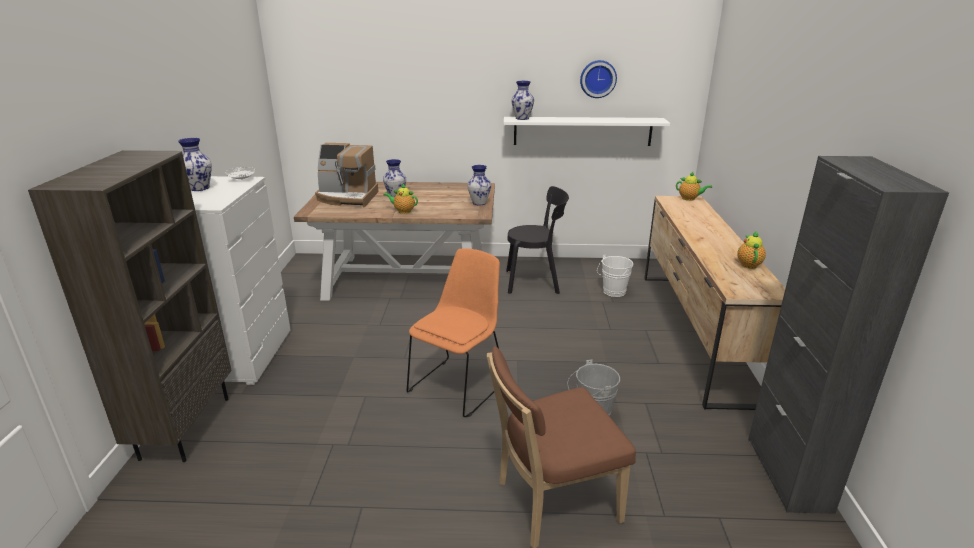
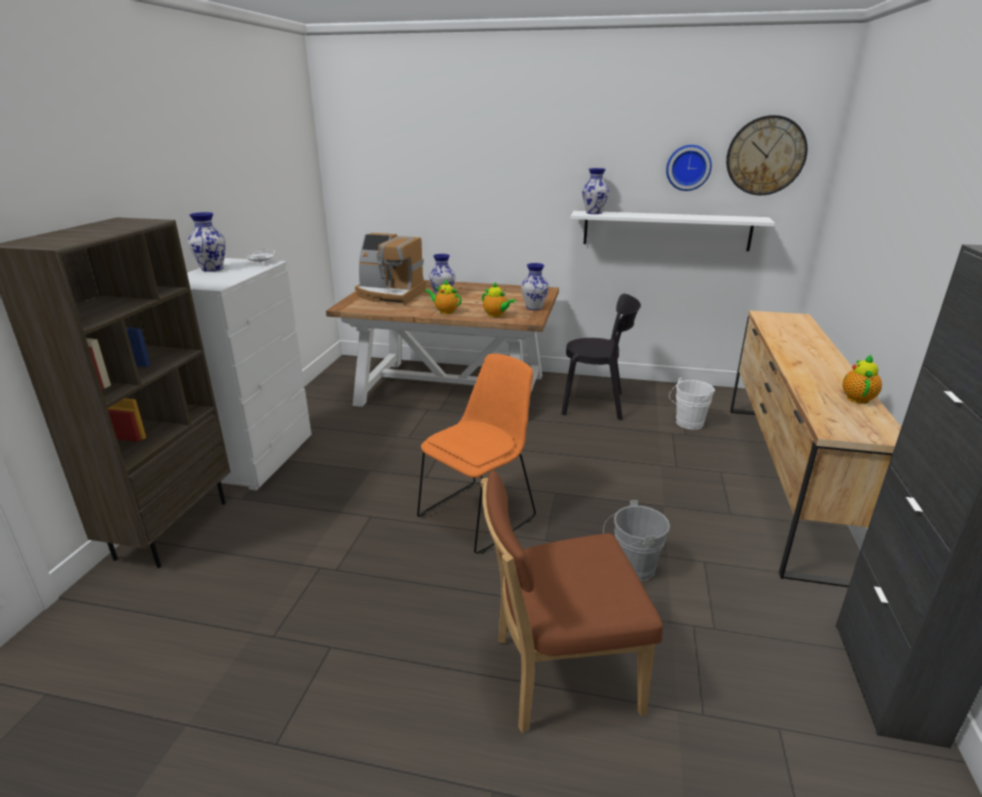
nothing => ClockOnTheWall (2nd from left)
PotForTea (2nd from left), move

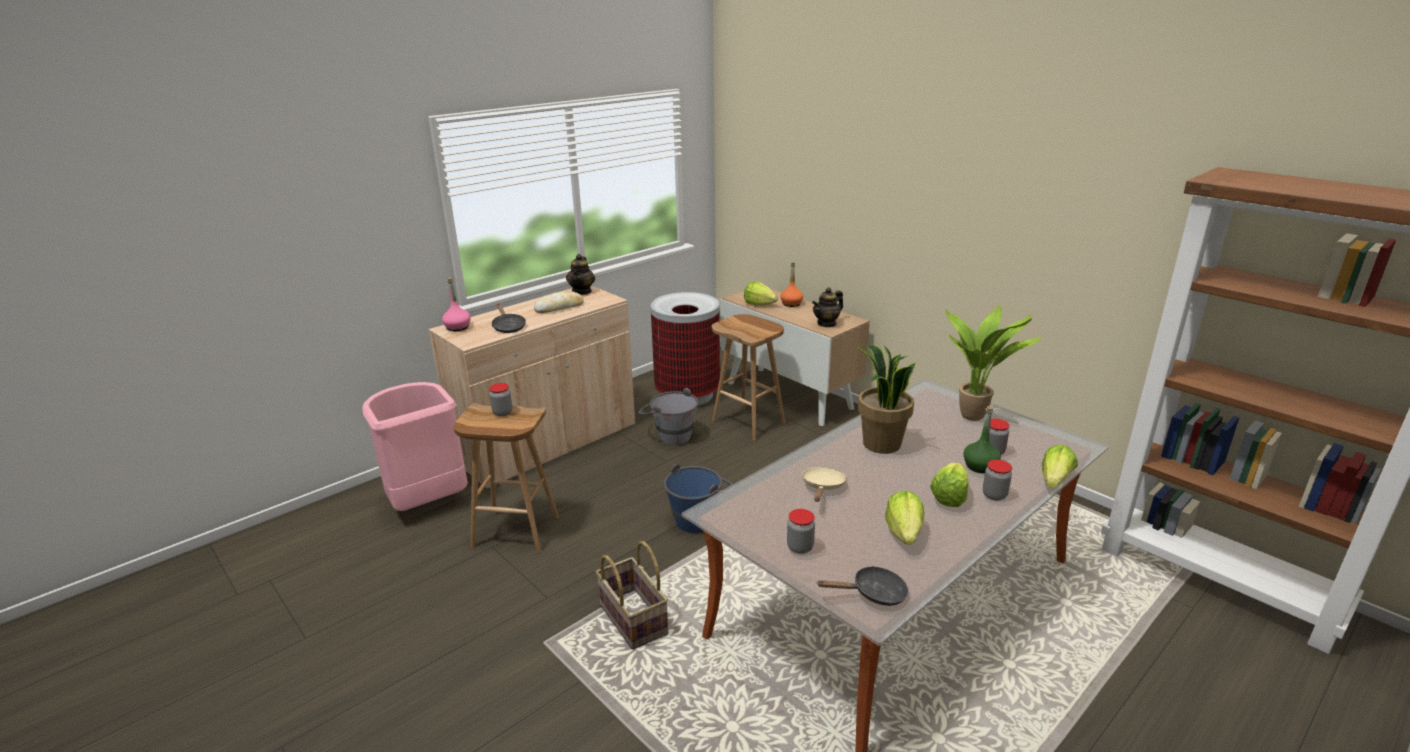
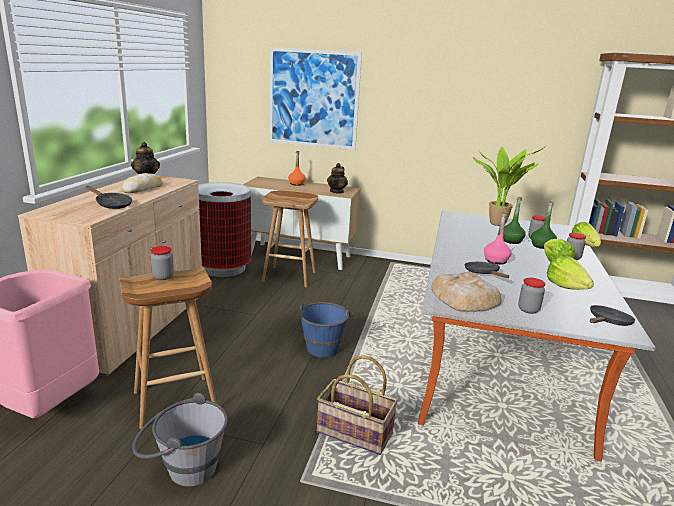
LettuceHead (1st from left) => nothing
PlantInAPot (1st from left) => nothing
nothing => WallArt
nothing => BakedBread (2nd from left)
nothing => GreenishDrinkBottle (1st from left)
PinkColouredDrinkBottle, move
GreyPail, move
BeigeColouredPan => BlackishPan (2nd from left)

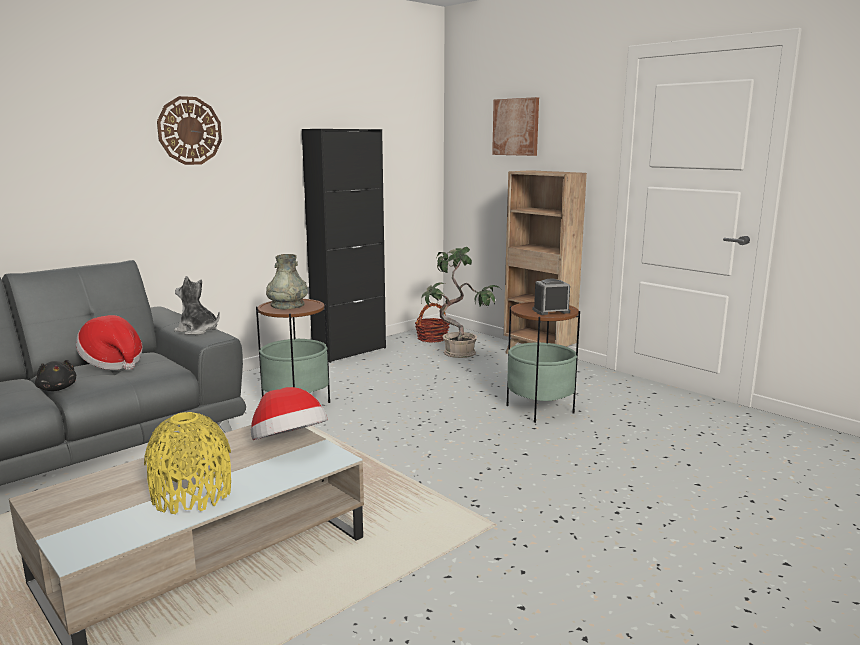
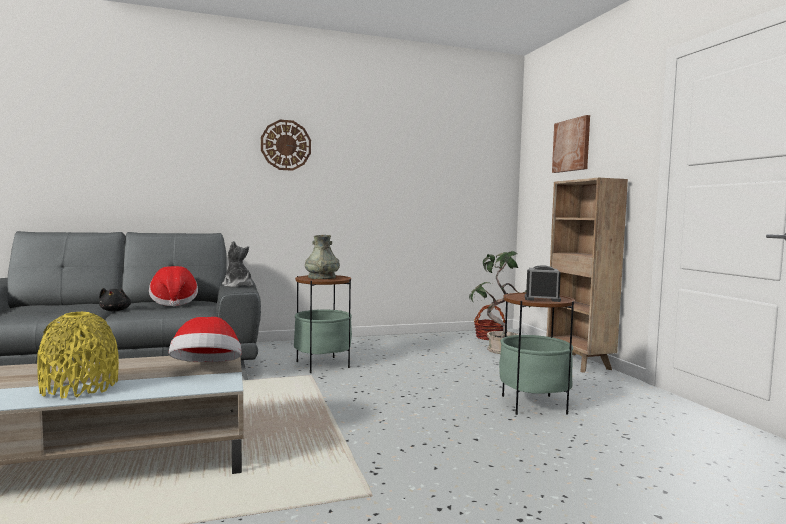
BlackishStorageCabinet => nothing

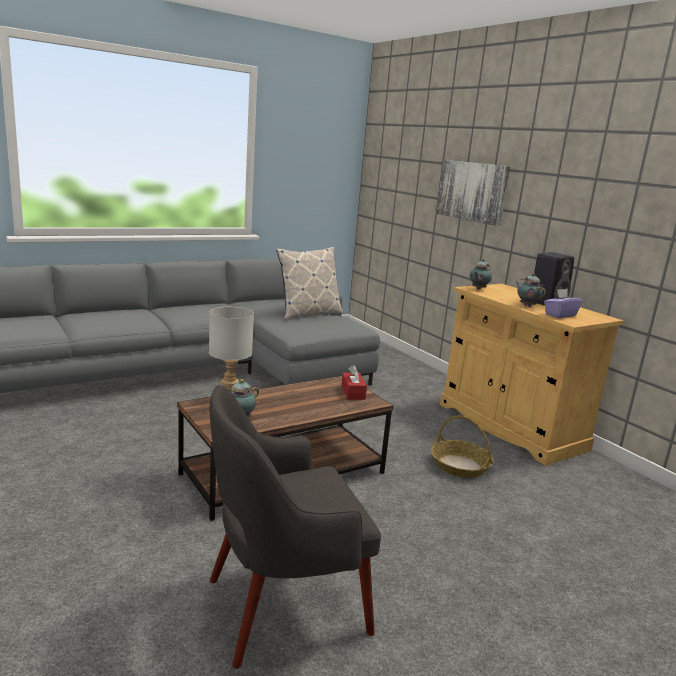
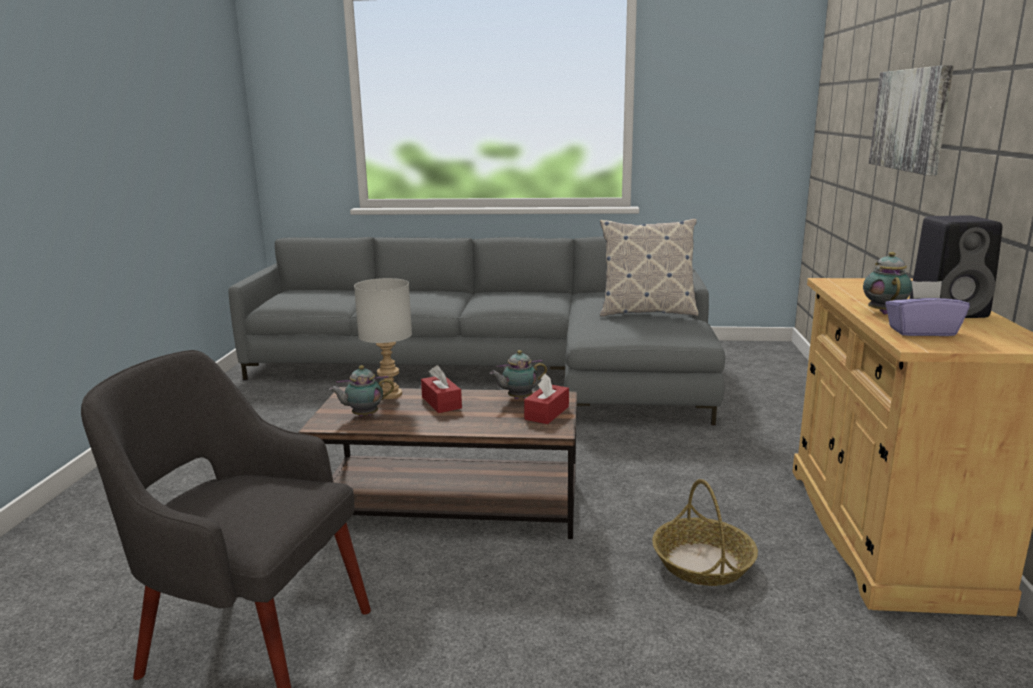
nothing => RedColouredBoxOfTissues (1st from left)
PotForTea (2nd from left), move

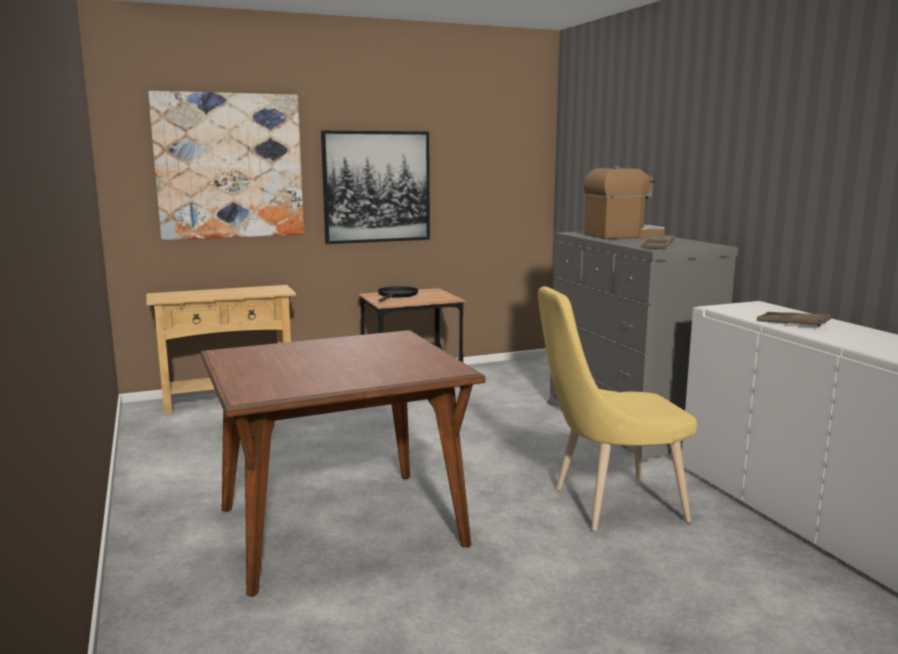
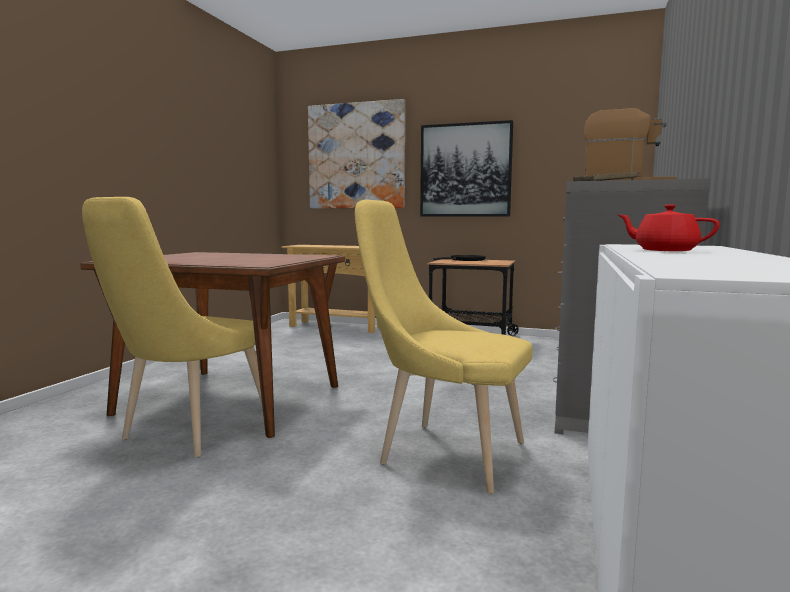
nothing => YellowishUprightChair (1st from left)
BrownCarryingTray (2nd from left) => RedColouredPotForTea

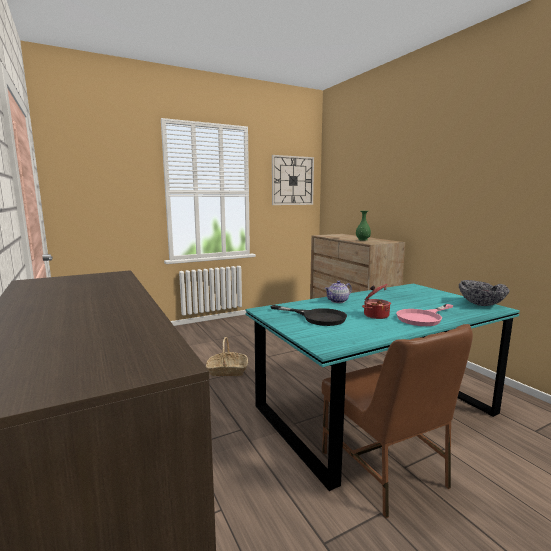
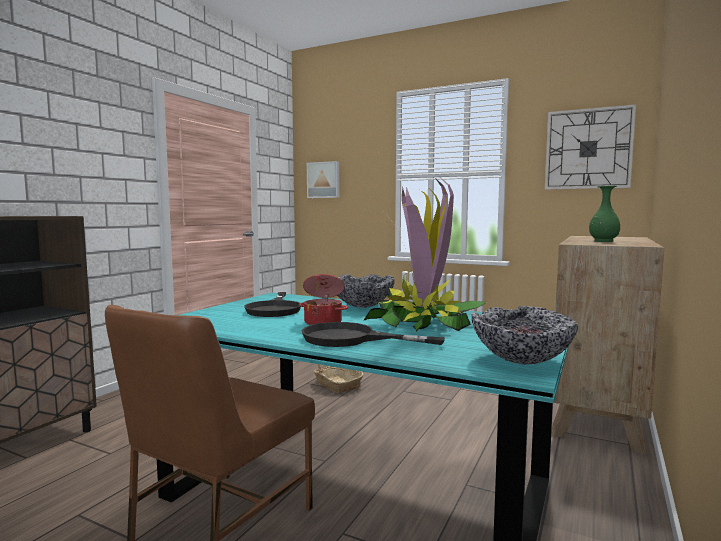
nothing => WallArt
nothing => PlantInAPot
PotForTea => DeepDish (1st from left)
PinkColouredPan => BlackishPan (2nd from left)

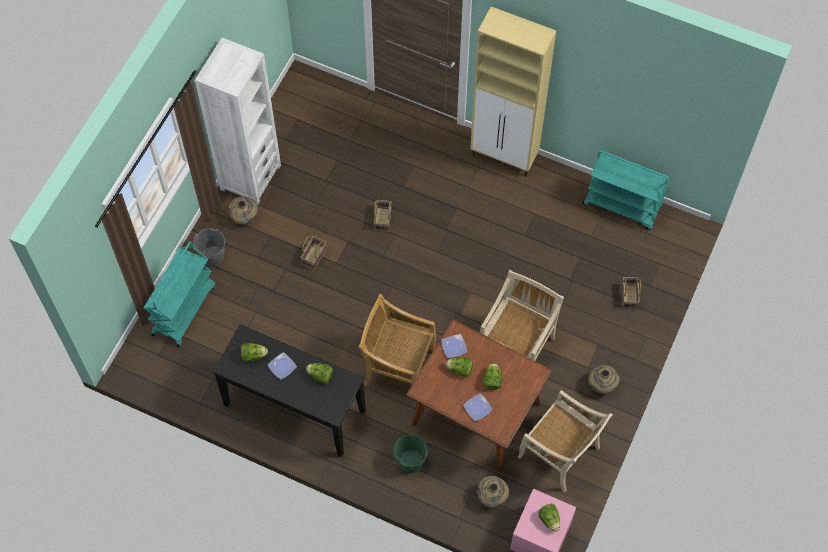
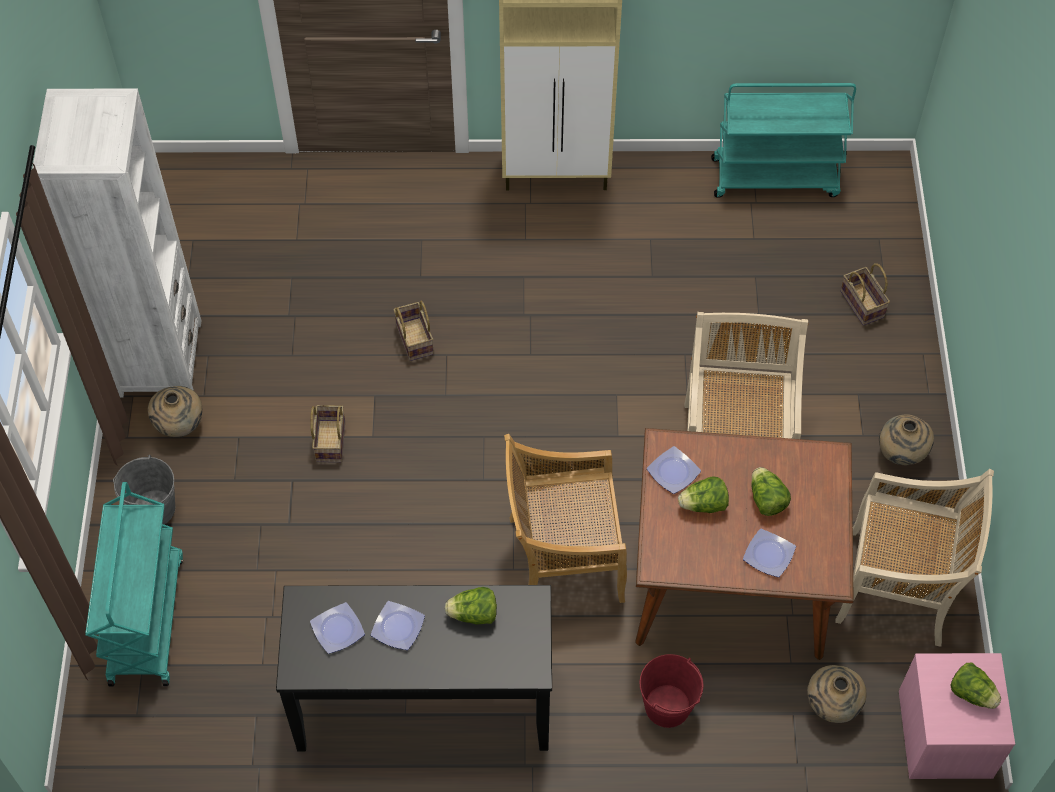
LettuceHead (1st from left) => Plate (1st from left)
GreenishPail => RedColouredPail

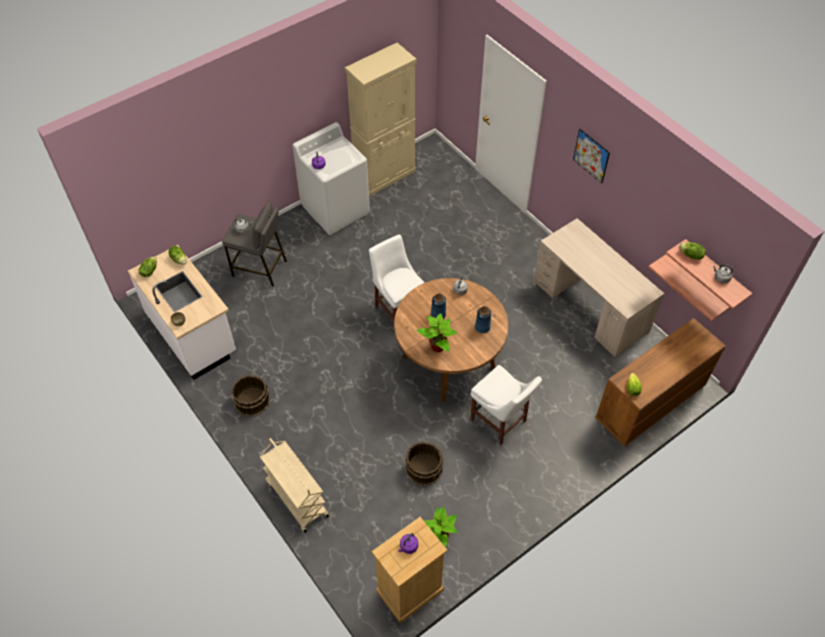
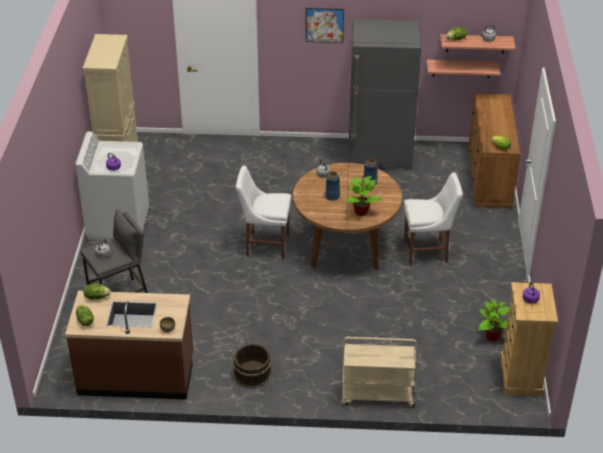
BrownPail (2nd from left) => nothing
BeigeColouredDeskTable => GreyRefrigerator
WhiteKitchenCounter => BrownKitchenCounter

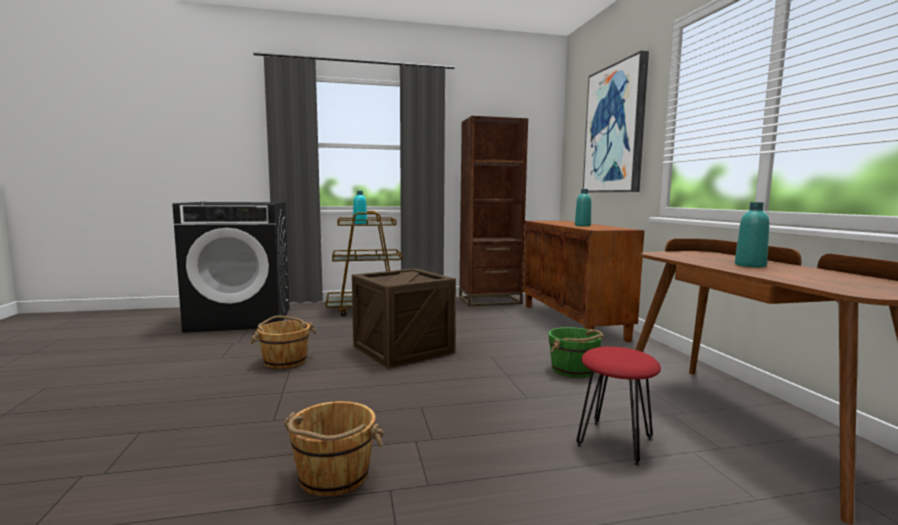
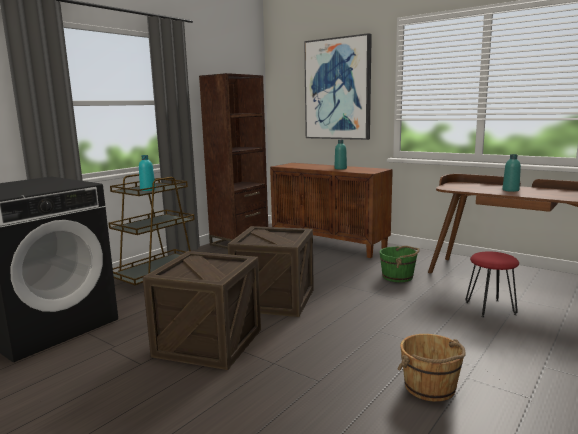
BrownPail (1st from left) => PackingCrate (1st from left)

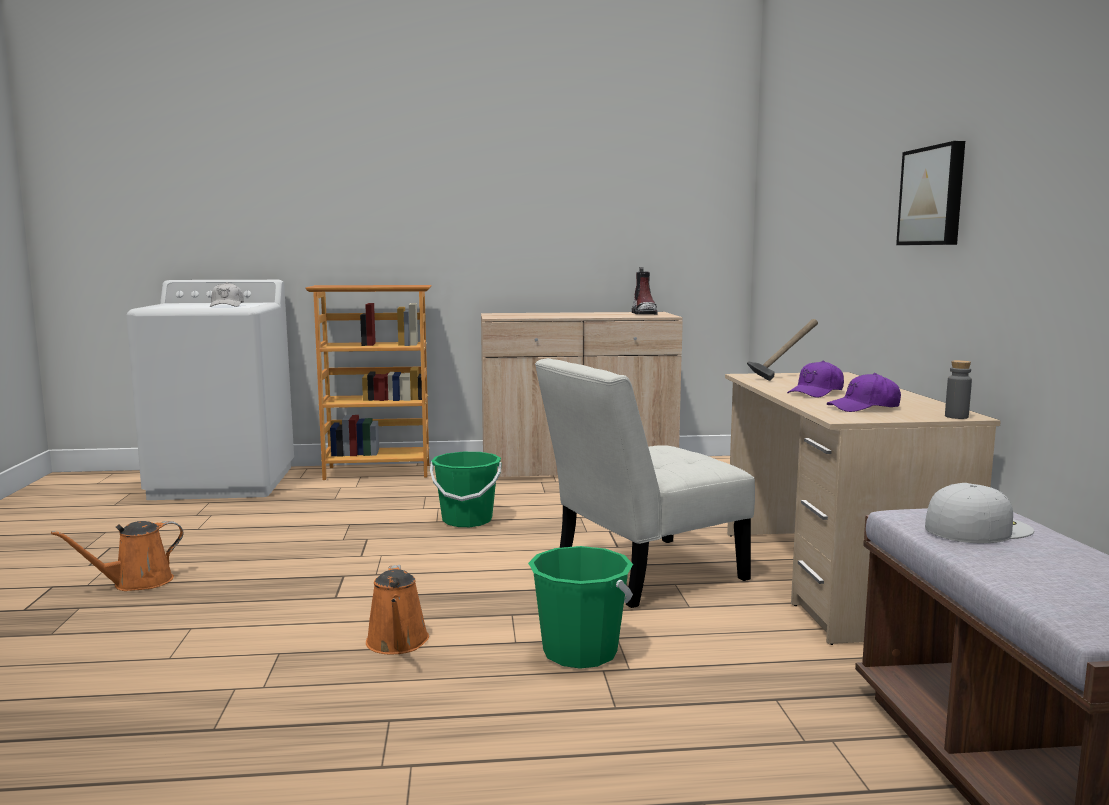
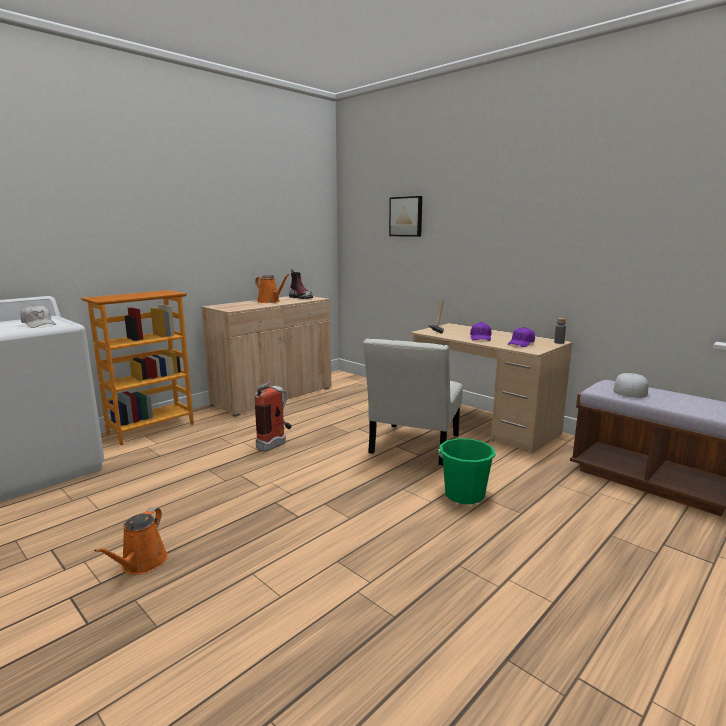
OrangeWateringCan (2nd from left), move
WallArt, move
GreenishPail (1st from left) => FireExtinguisher

